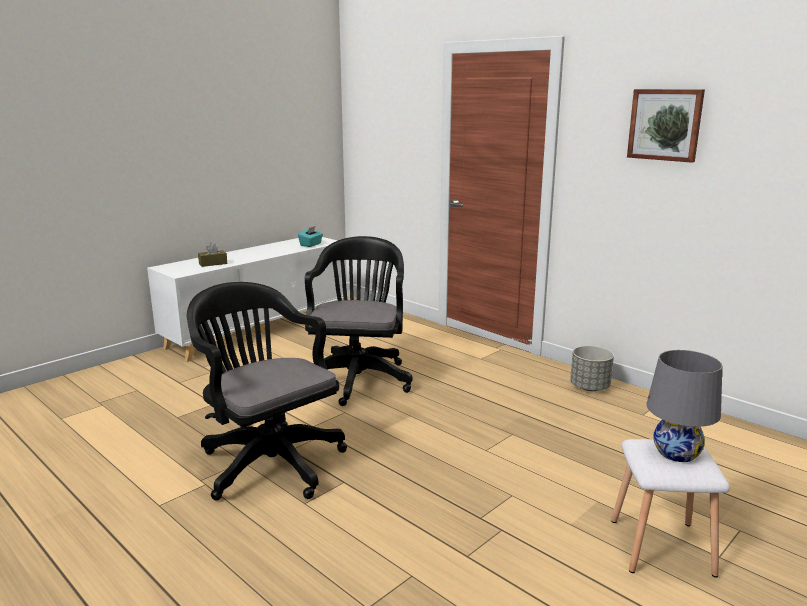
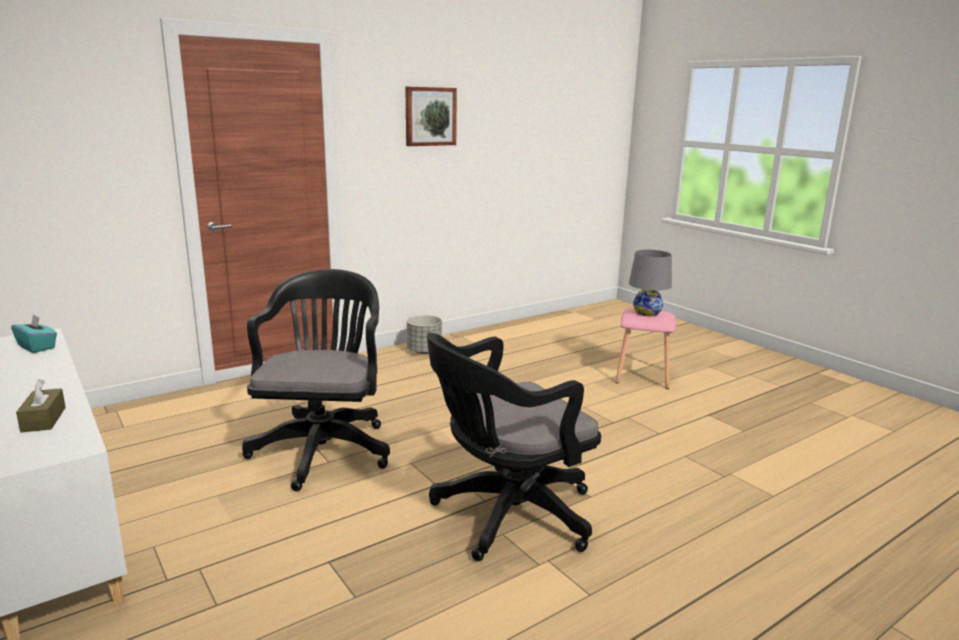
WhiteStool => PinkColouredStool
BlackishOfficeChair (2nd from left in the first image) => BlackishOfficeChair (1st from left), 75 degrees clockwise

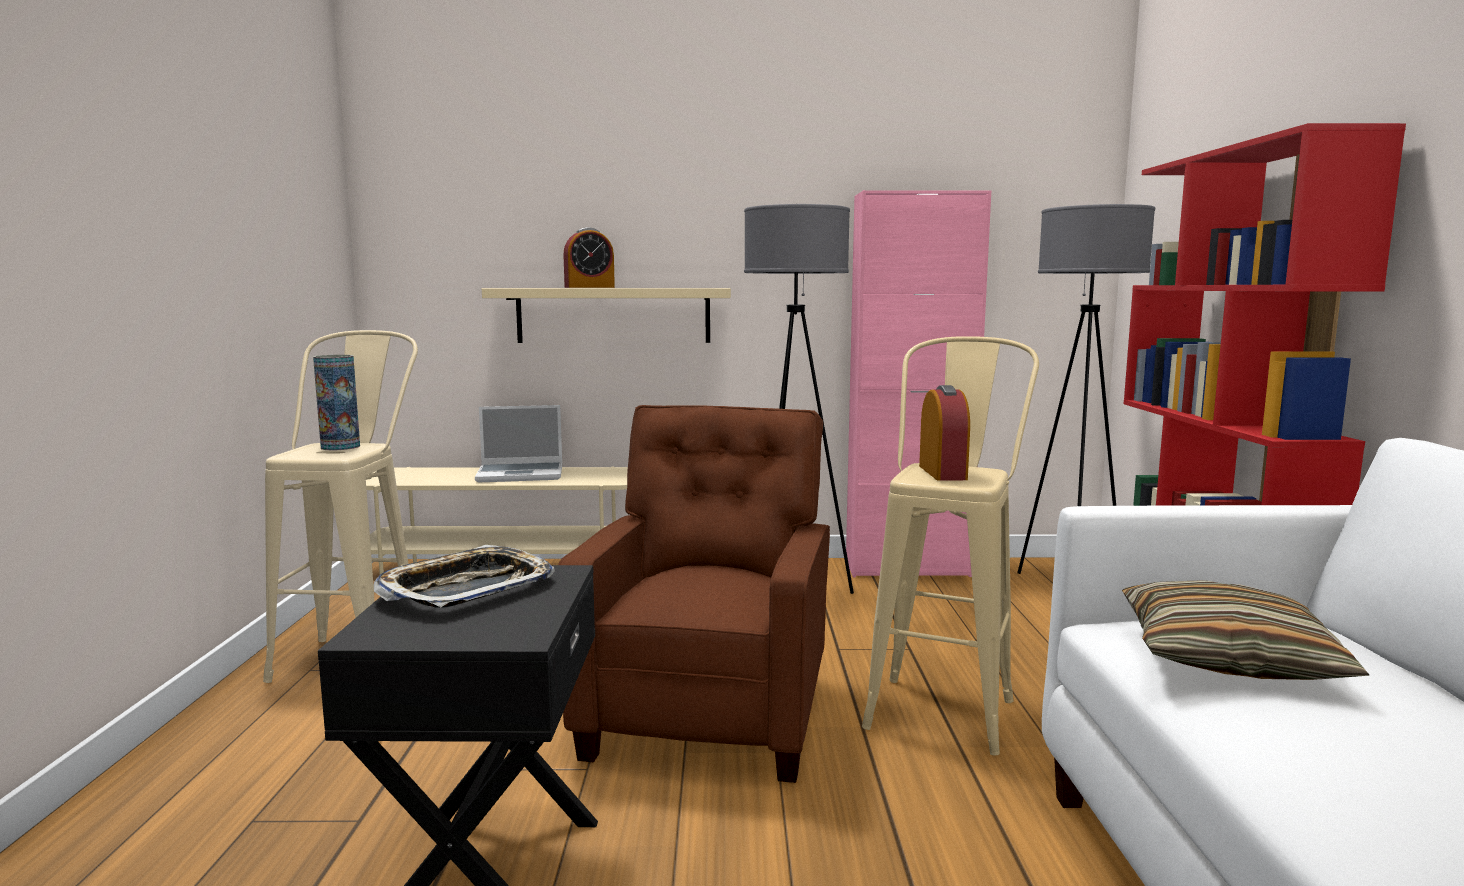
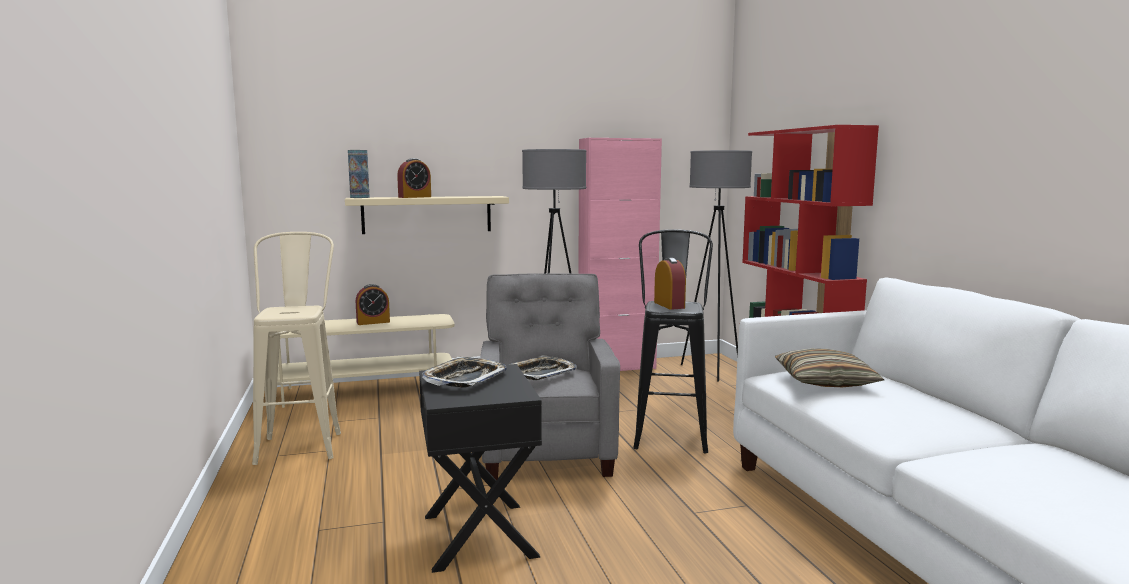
nothing => CarryingTray (2nd from left)
Vase, move
NotebookComputer => BedsideClock (1st from left)
BrownArmchair => GreyArmchair
BeigeColouredStool (2nd from left) => BlackishStool

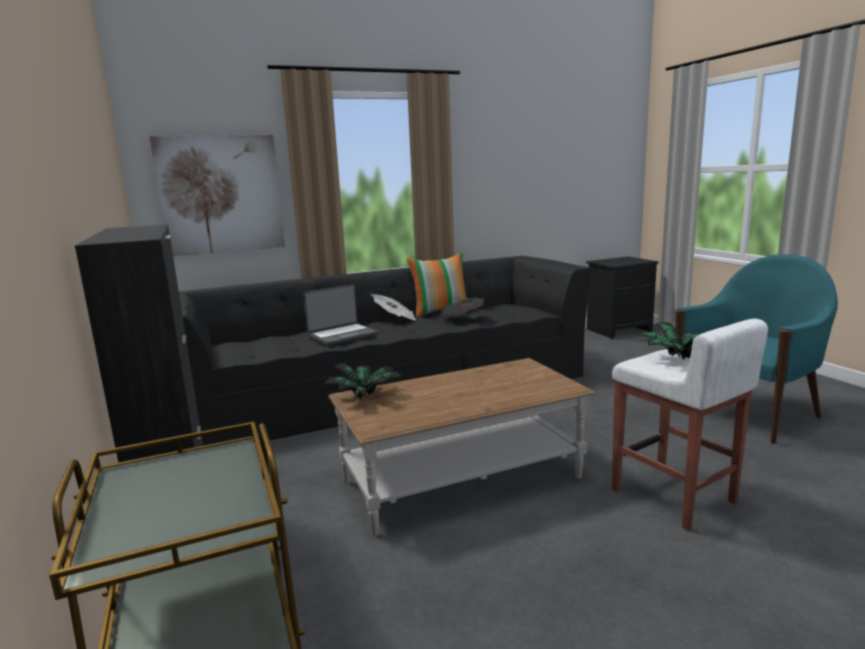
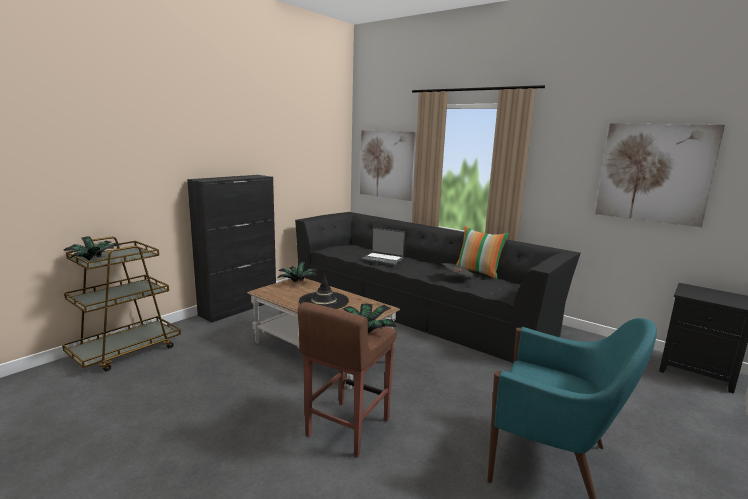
DailyPaper (1st from left) => nothing
nothing => PlantInAPot (1st from left)
nothing => BlackishWearableHat
nothing => WallArt (2nd from left)
WhiteStool => BrownStool

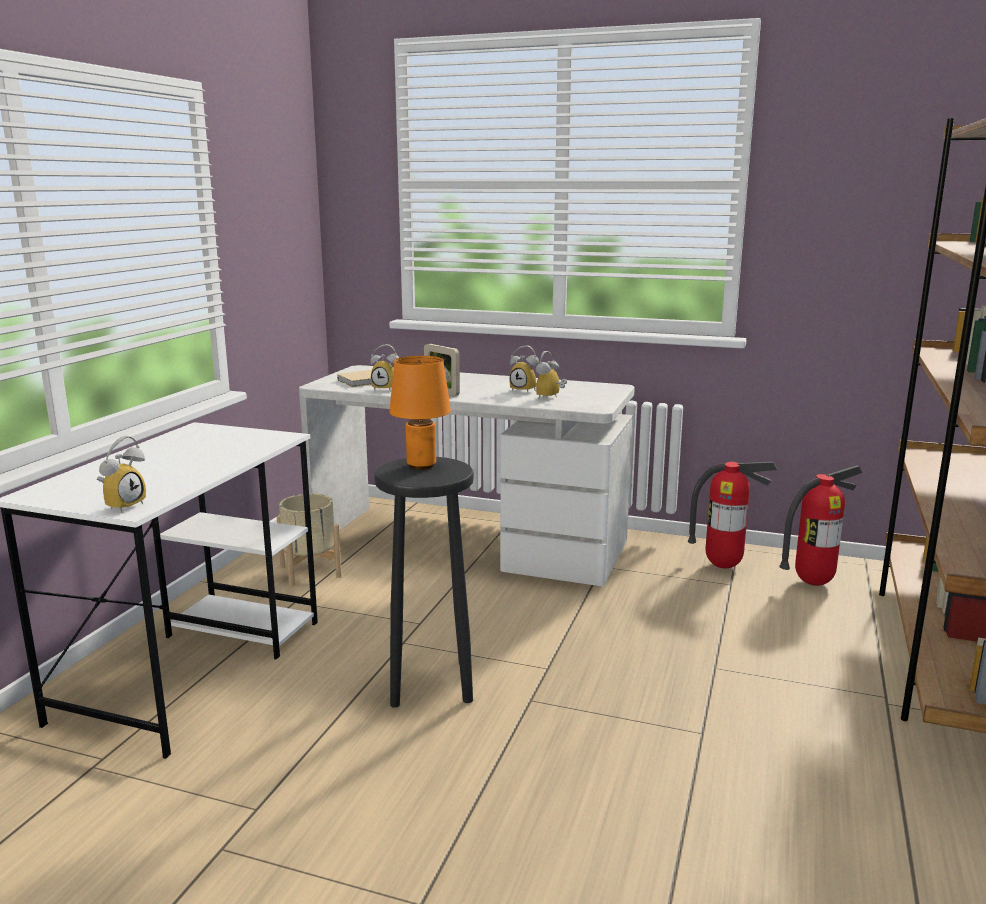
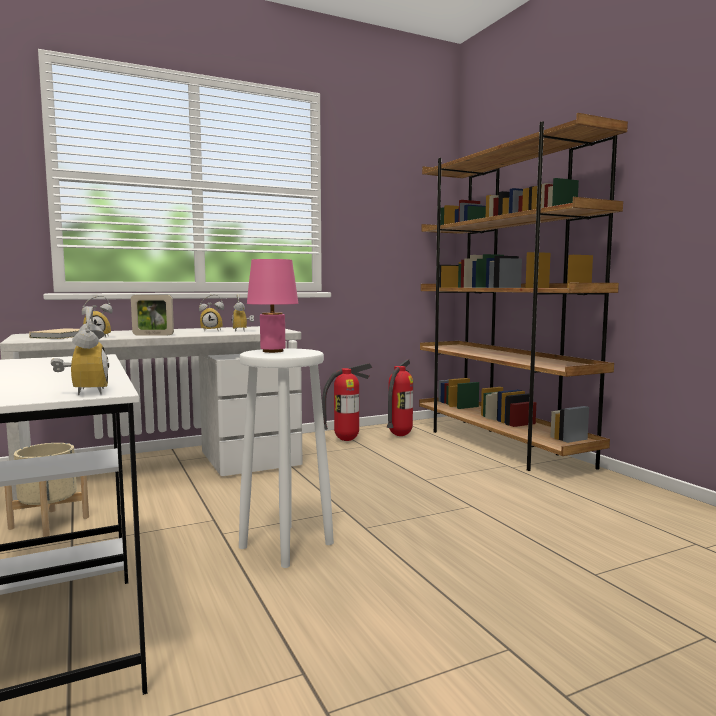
BlackishStool => WhiteStool
OrangeTabletopLamp => PinkColouredTabletopLamp

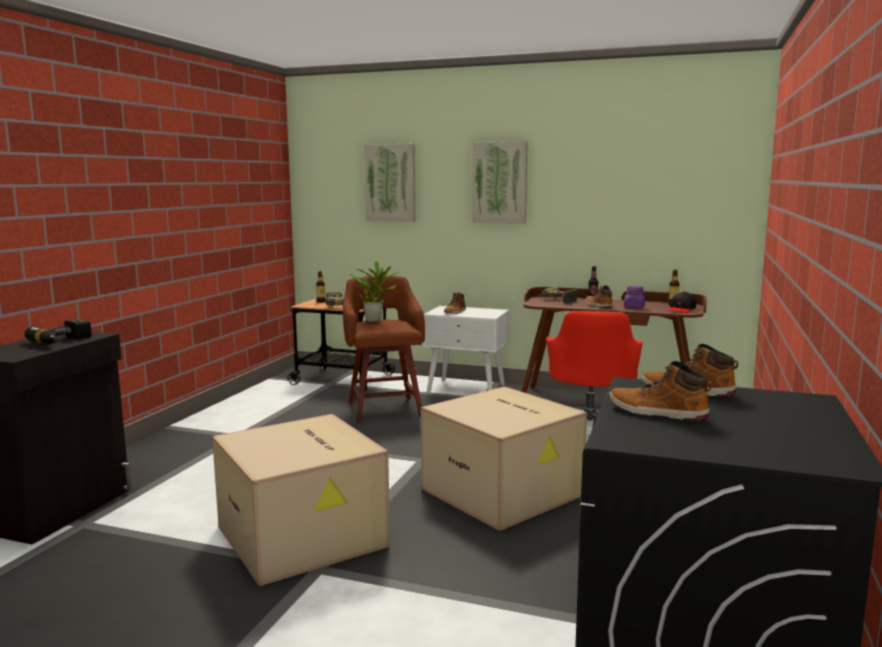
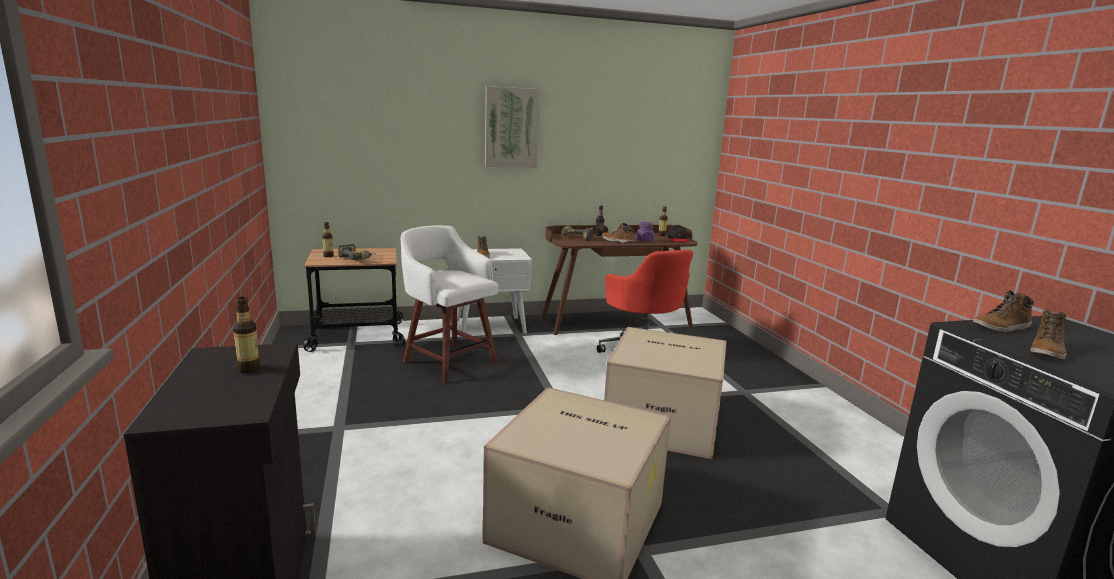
PlantInAPot => nothing
WallArt (1st from left) => nothing
Drill (1st from left) => DrinkBottle (1st from left)
BrownStool => WhiteStool
TallBoot (3rd from left in the first image) => TallBoot (4th from left), 45 degrees counterclockwise

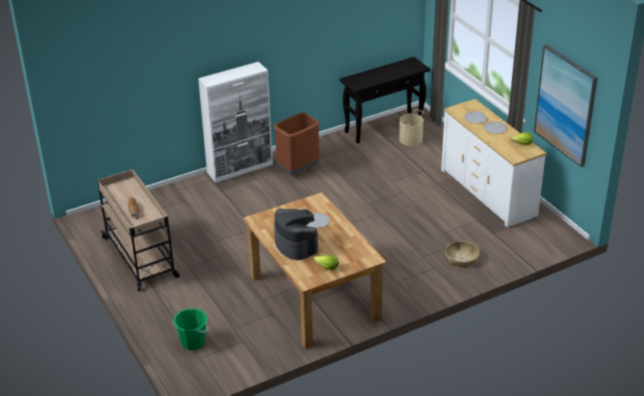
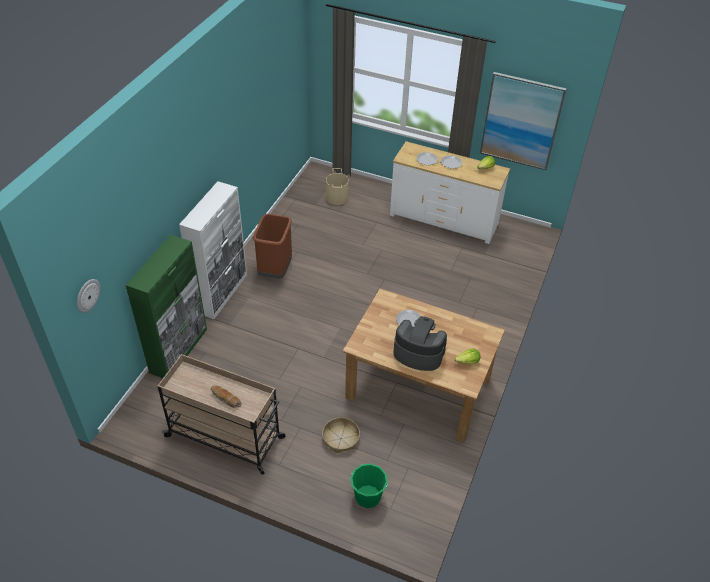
BlackishNarrowTable => nothing
nothing => ClockOnTheWall
nothing => GreenishStorageCabinet
Basket, move

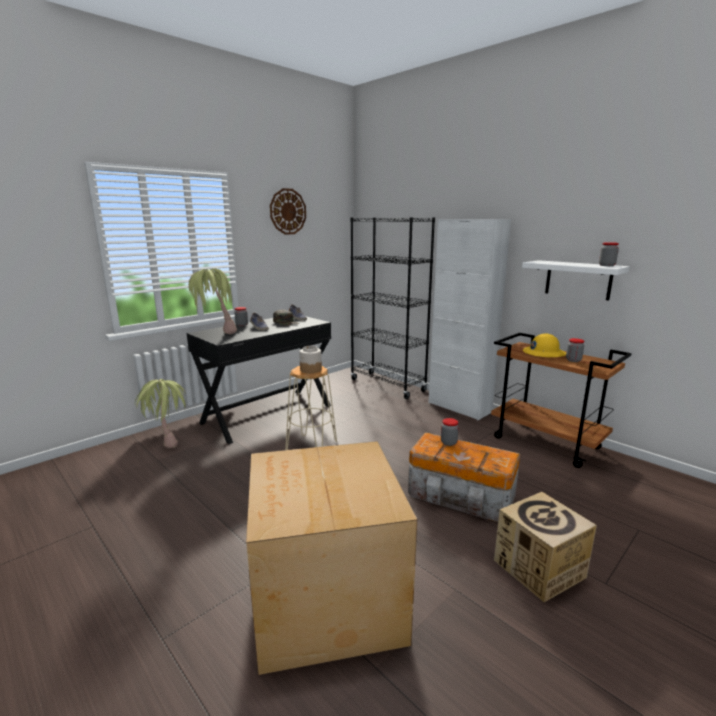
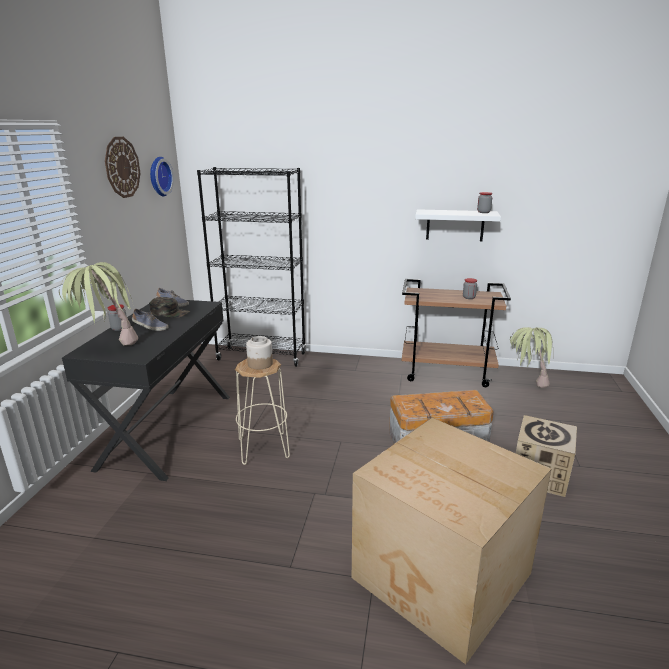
WhiteStorageCabinet => nothing
StorageJar (3rd from left) => nothing
YellowishWorkHelmet => nothing
nothing => ClockOnTheWall (2nd from left)
PlantInAPot (1st from left in the first image) => PlantInAPot (2nd from left), move

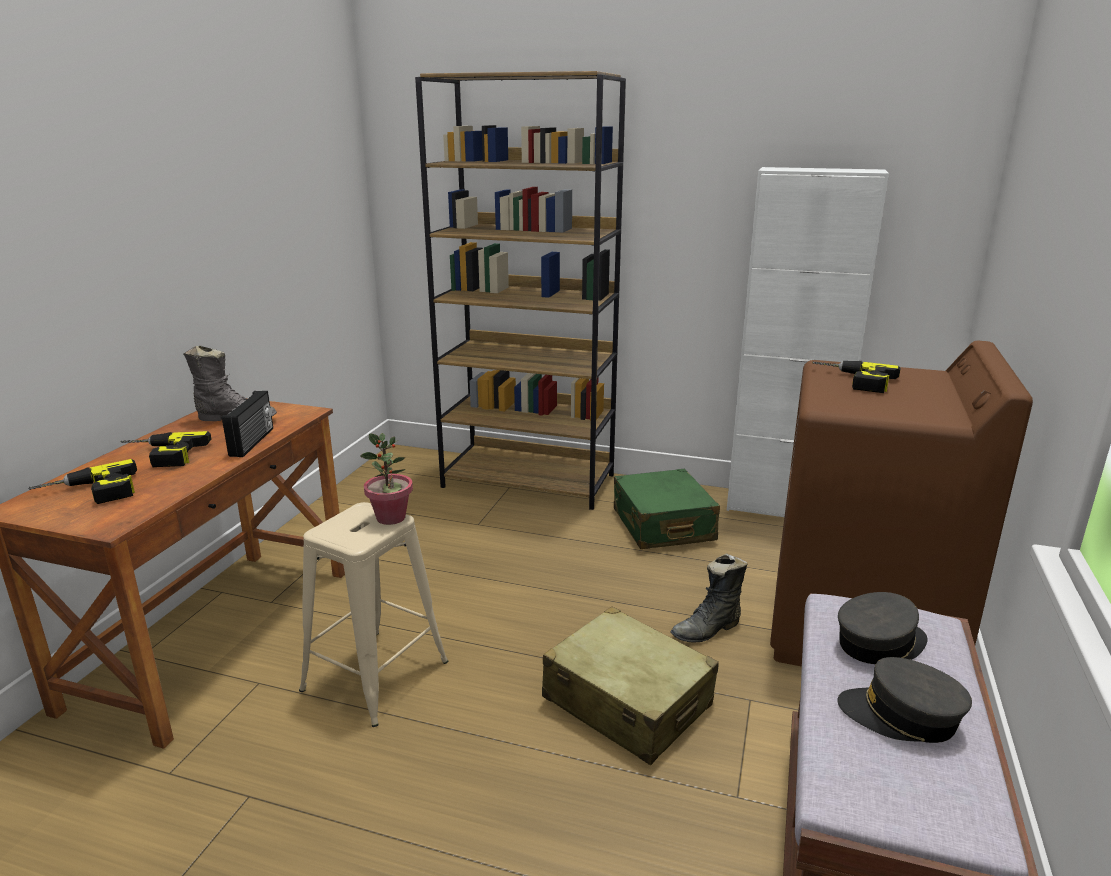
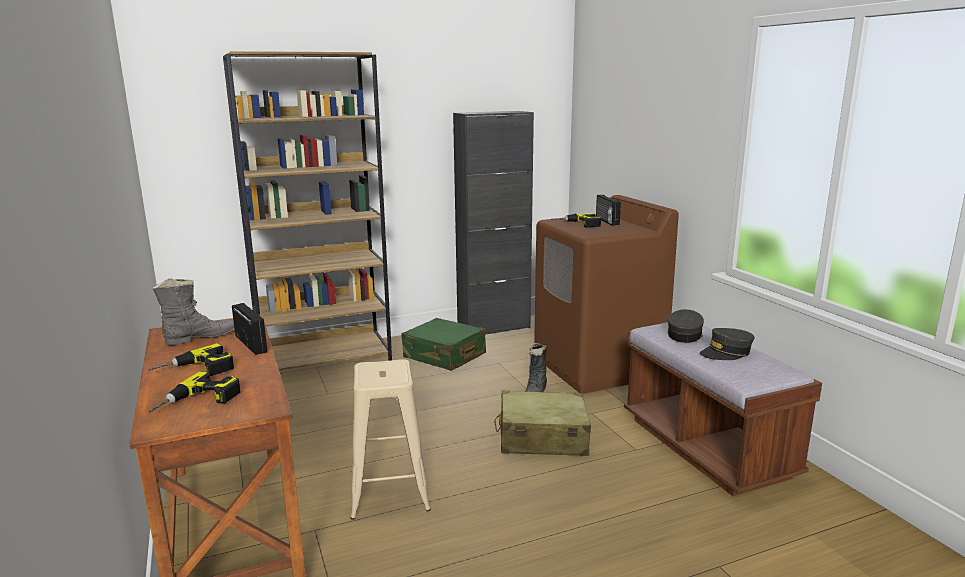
PlantInAPot => nothing
nothing => Radio (2nd from left)
WhiteStorageCabinet => BlackishStorageCabinet

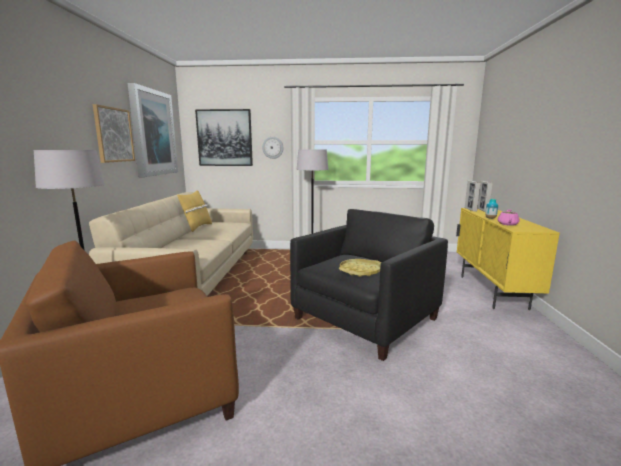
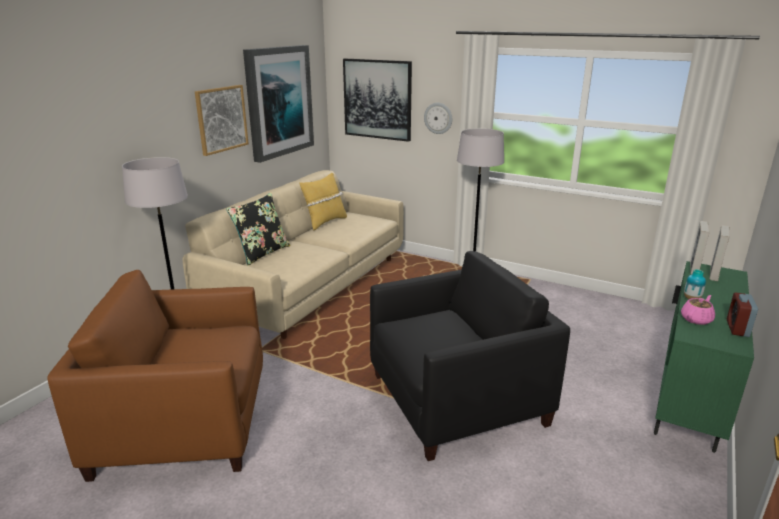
YellowishCarryingTray => nothing
nothing => BlackishPillow
nothing => BedsideClock
YellowishStorageCabinet => GreenishStorageCabinet

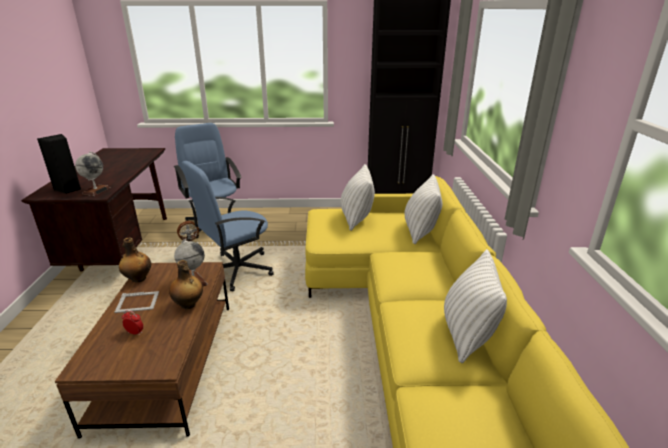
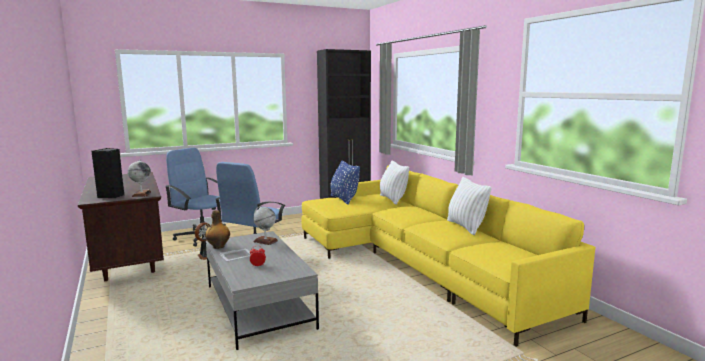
DrinkBottle (2nd from left) => nothing
BrownLowTable => GreyLowTable
WhitePillow (1st from left) => BluePillow

